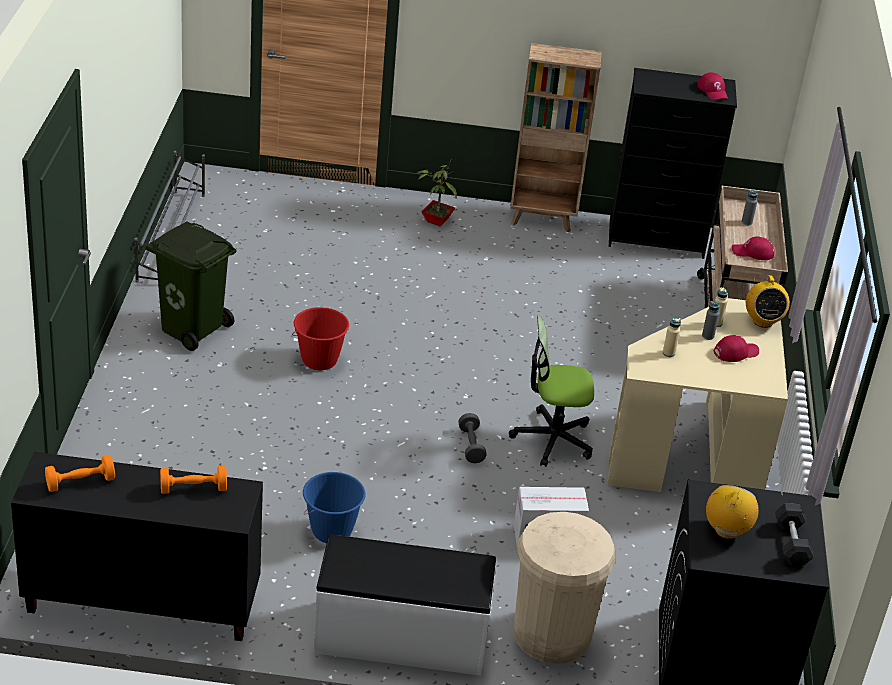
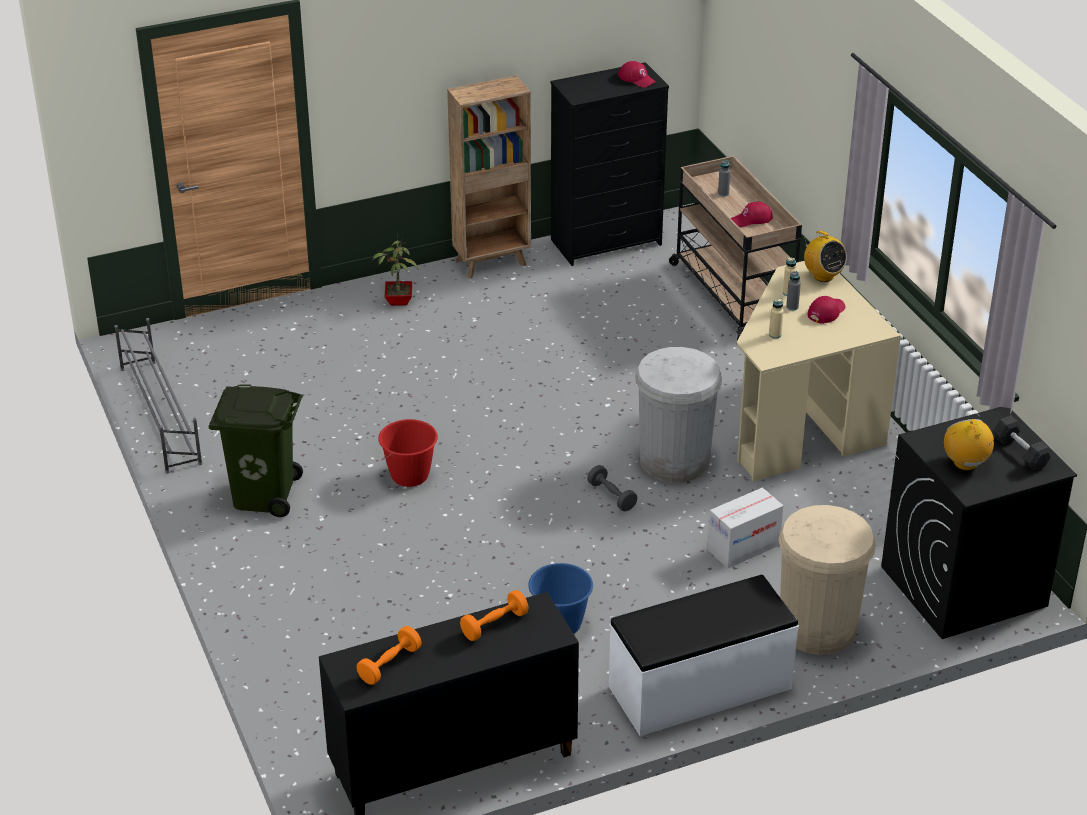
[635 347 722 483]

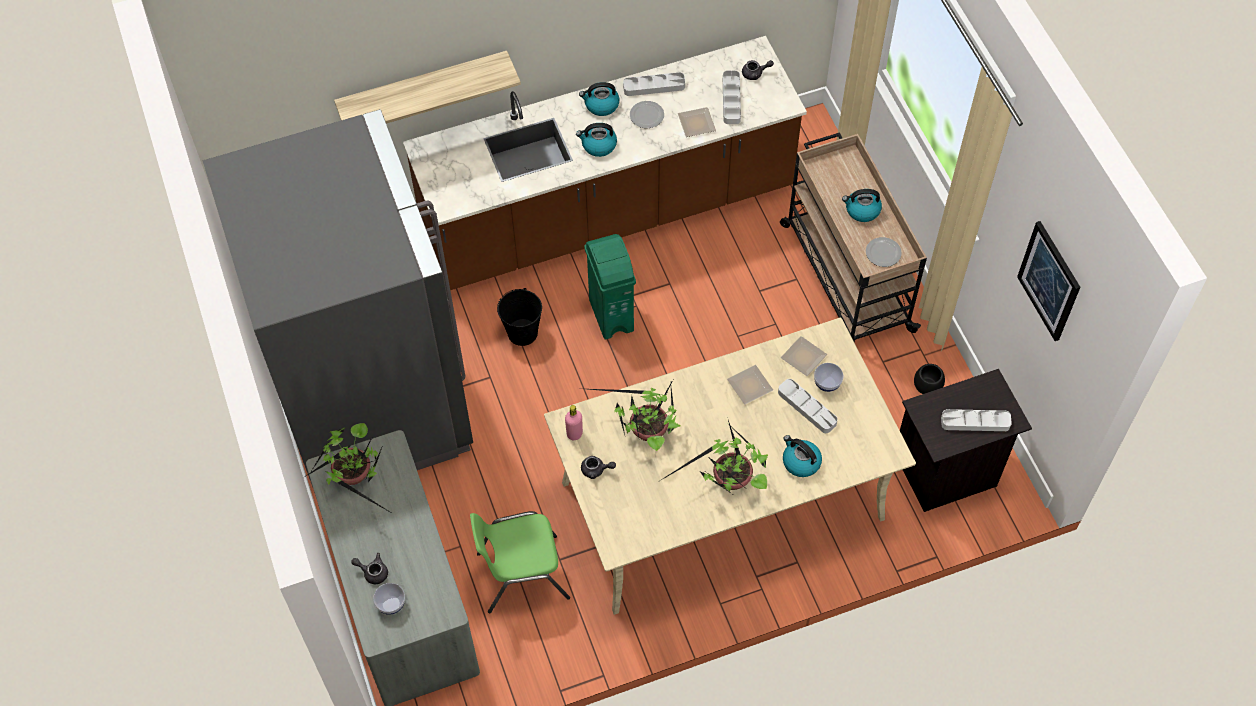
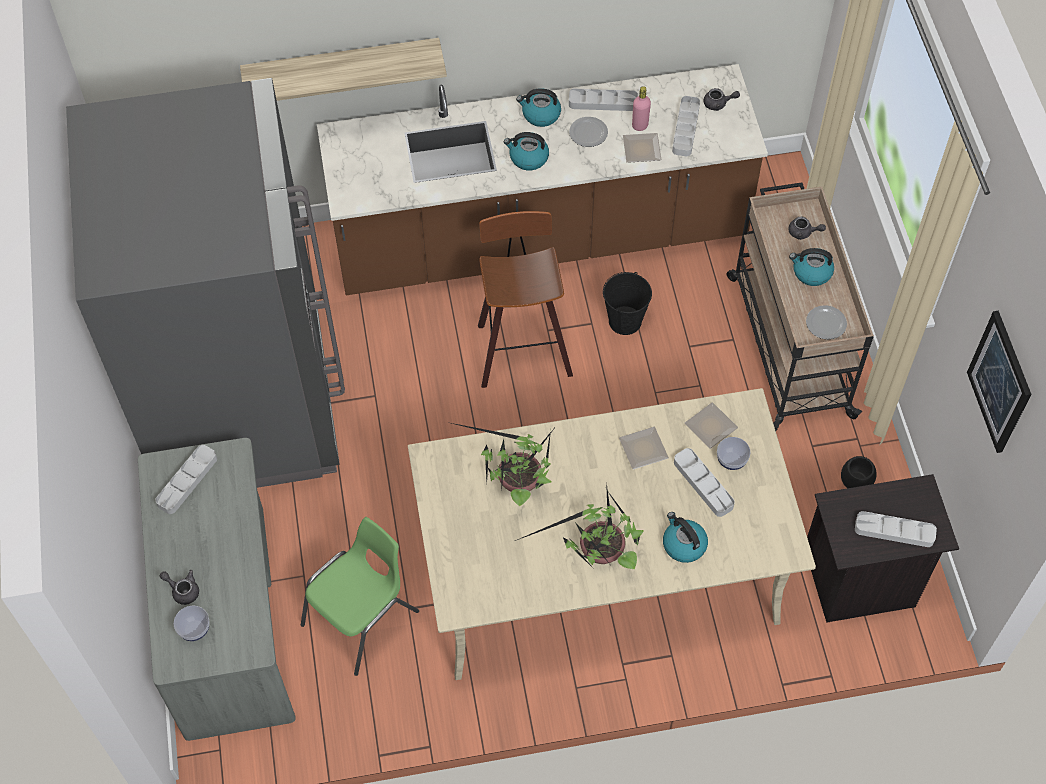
[603 272 652 335]
[632 86 651 131]
[788 217 826 240]
[155 445 217 514]
[478 211 573 388]
[301 517 419 676]

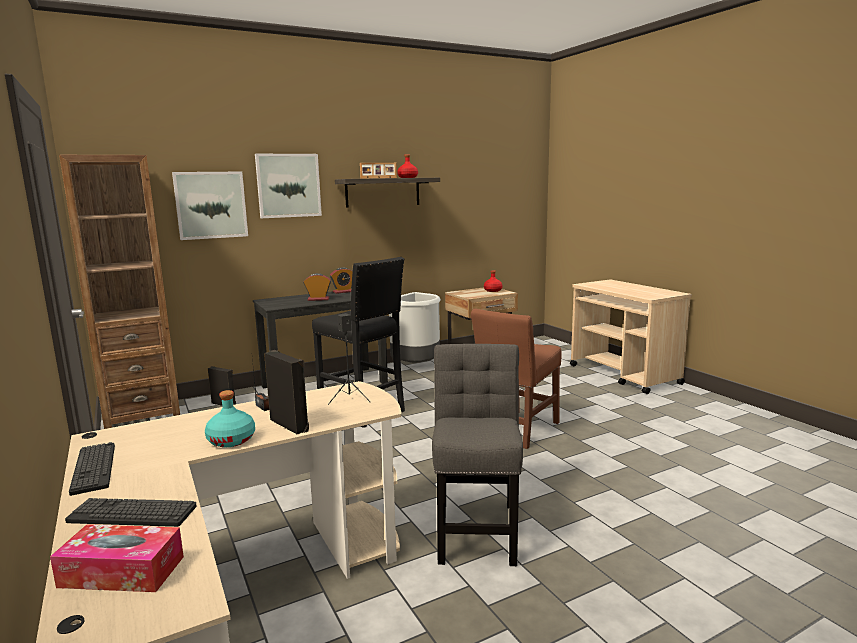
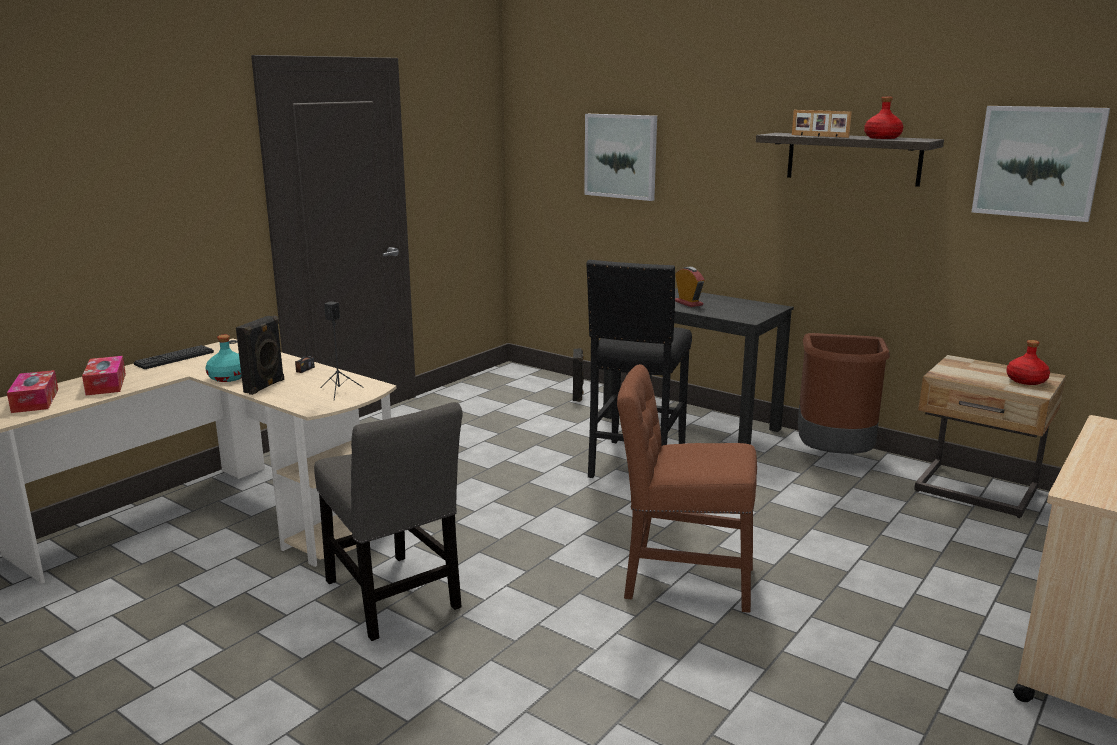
[59 155 180 429] (first image)
[330 267 353 294] (first image)
[972 106 1110 222]
[82 356 126 395]
[798 333 890 454]
[314 402 463 641]

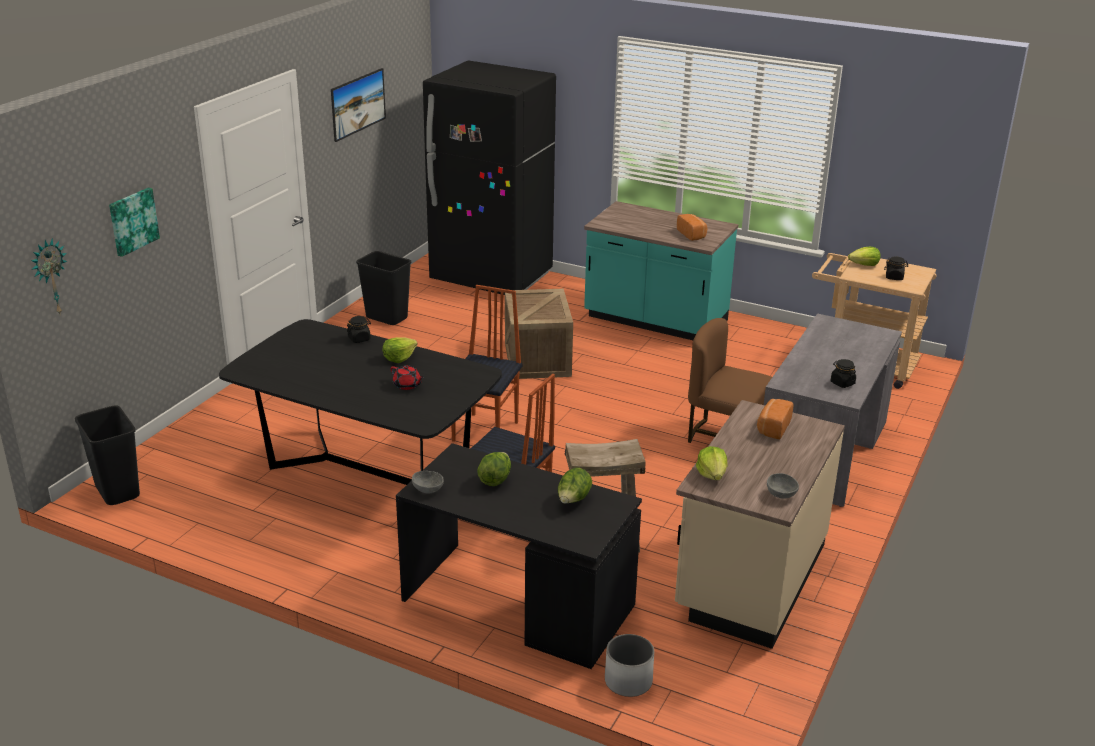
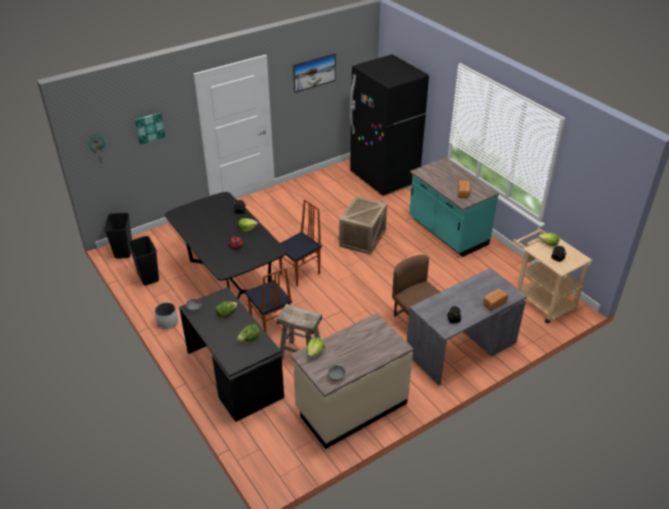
[128 236 159 285]
[155 302 178 329]
[483 289 508 311]

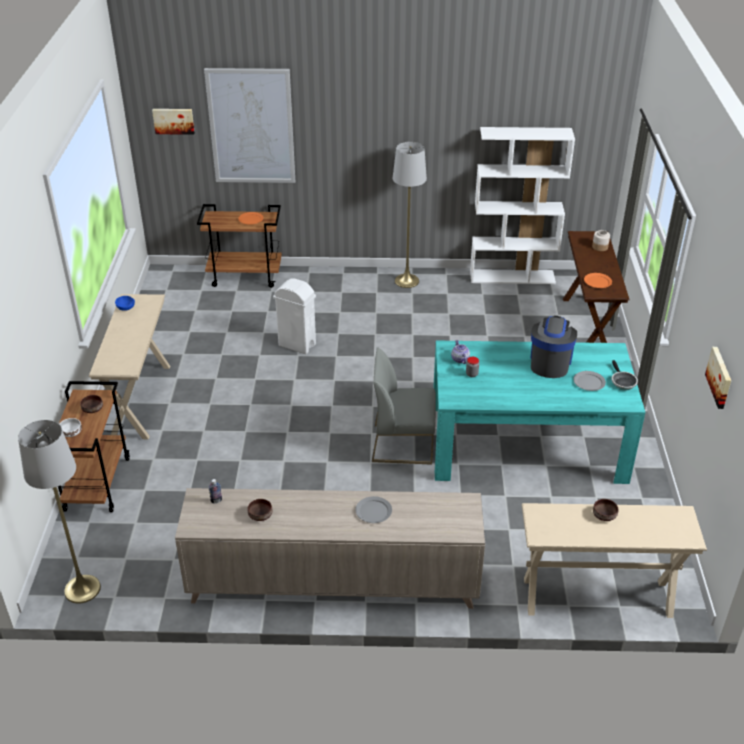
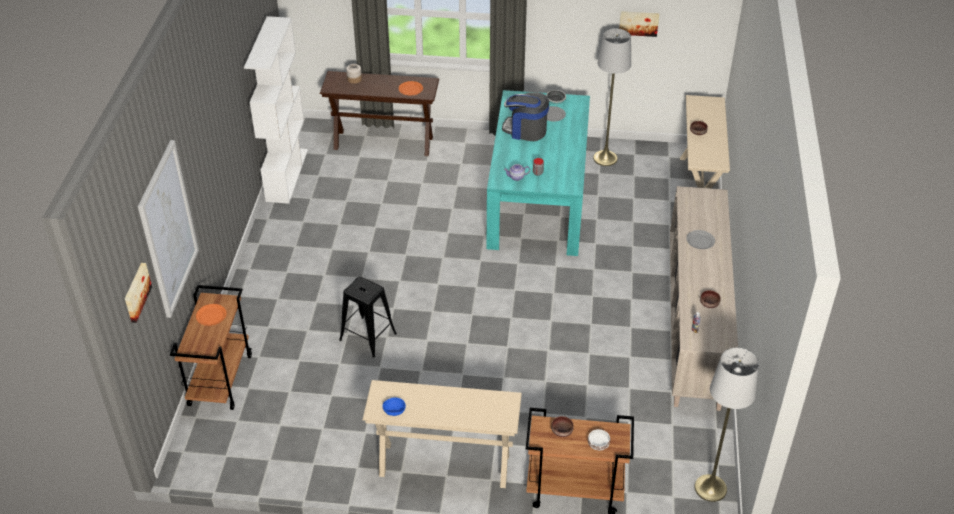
[372 347 436 465] (first image)
[593 28 631 166]
[339 276 397 358]

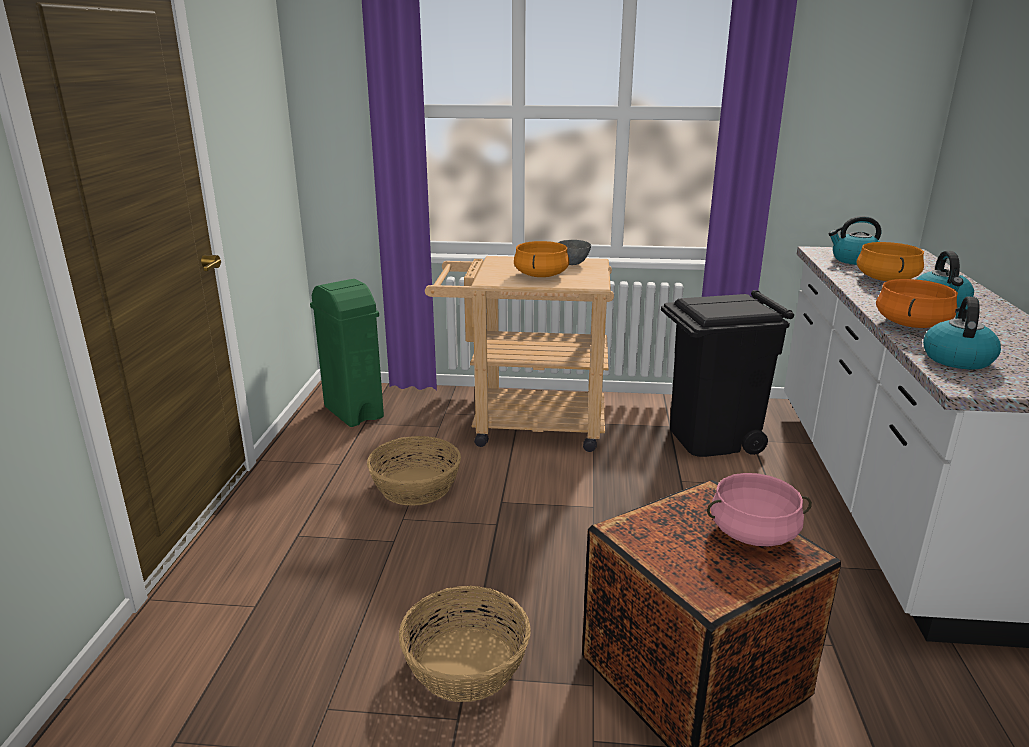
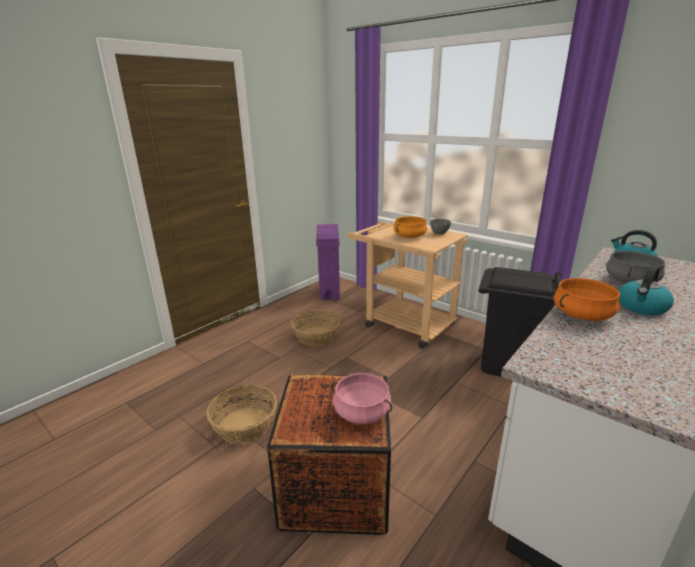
[923 296 1001 369] (first image)
[316 224 340 300]
[606 251 665 283]

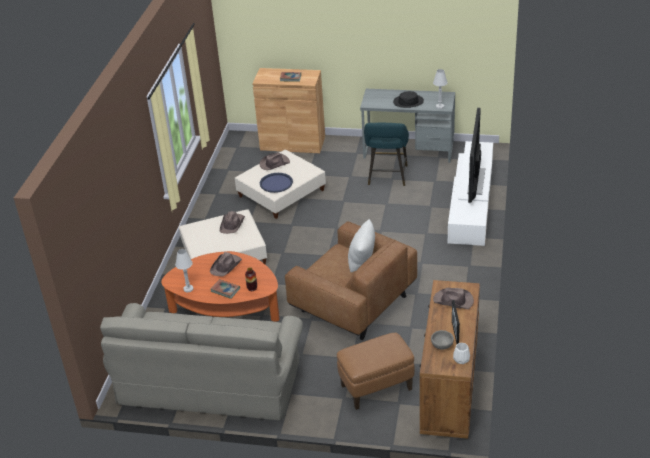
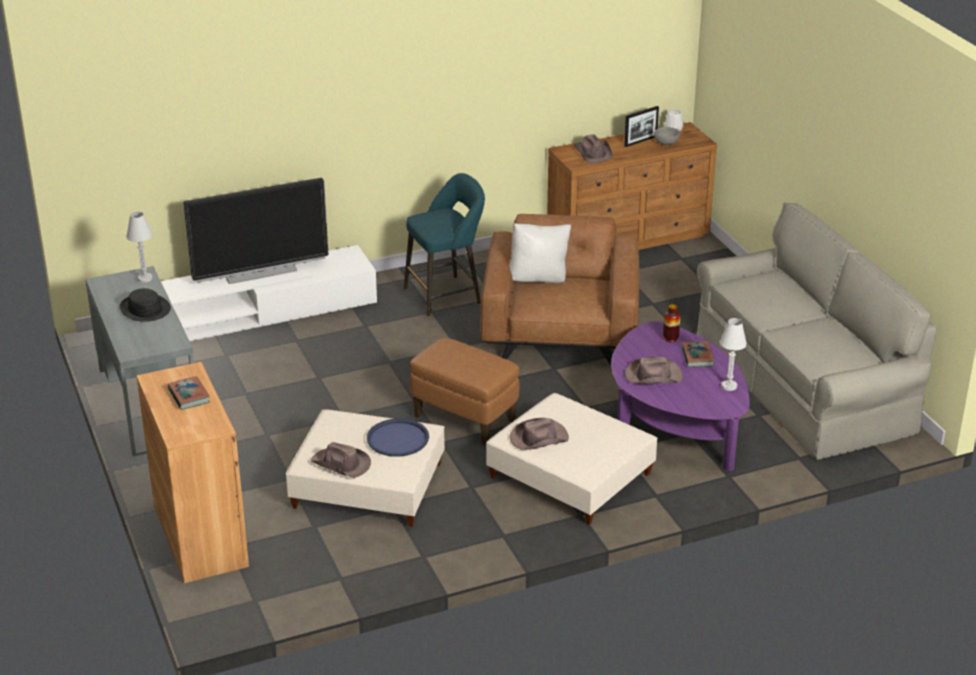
[410 338 519 446]
[404 173 485 317]
[611 321 750 471]

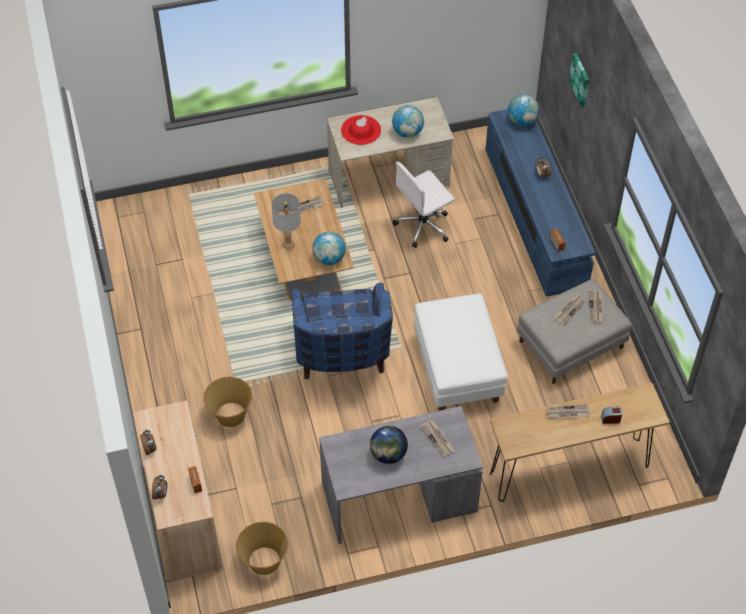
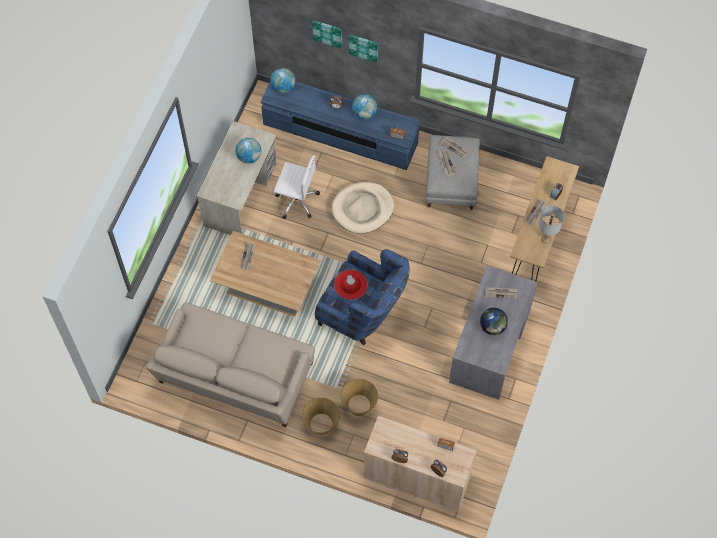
[414 293 508 411] (first image)
[146 302 315 427]
[332 182 394 234]
[349 35 378 63]
[302 398 340 435]
[539 205 564 244]
[352 94 377 119]
[334 270 368 300]
[274 155 320 219]

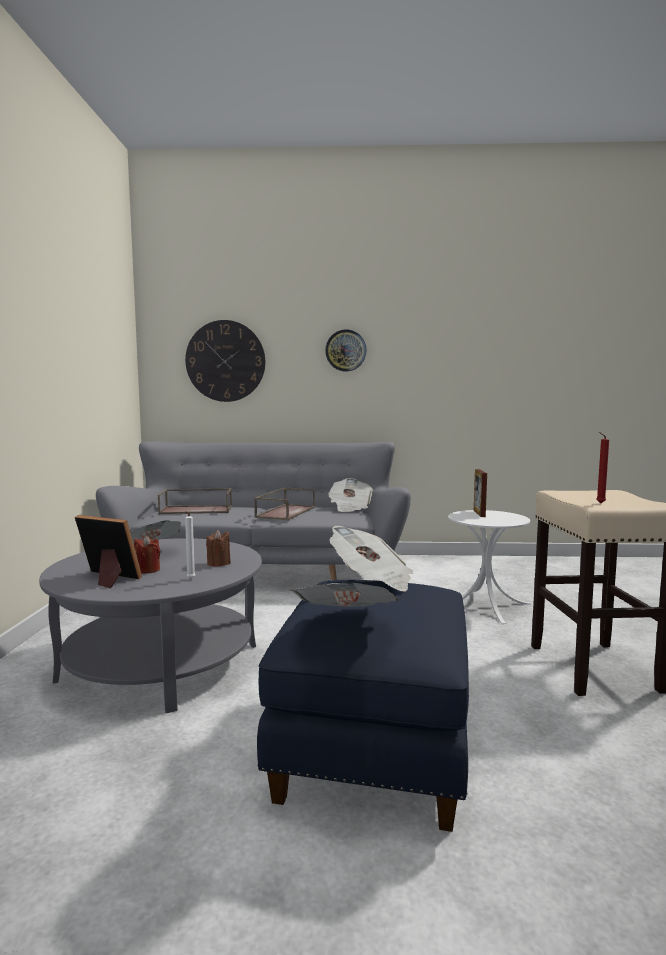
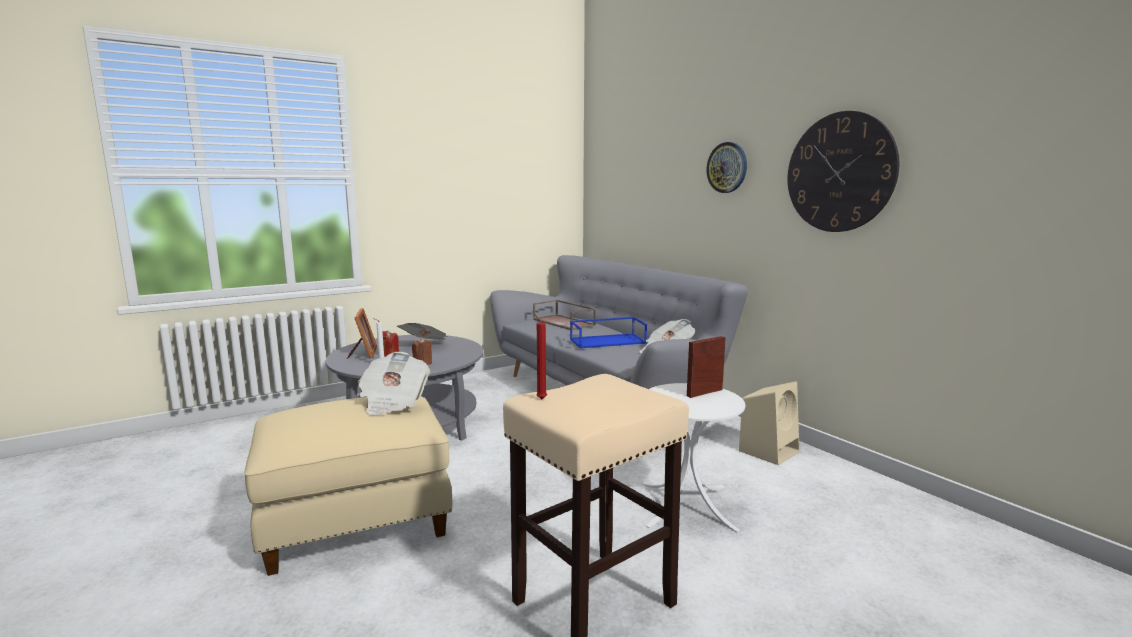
[290 583 398 607] (first image)
[739 381 800 465]
[788 111 899 232]
[570 317 647 348]
[245 397 452 576]

